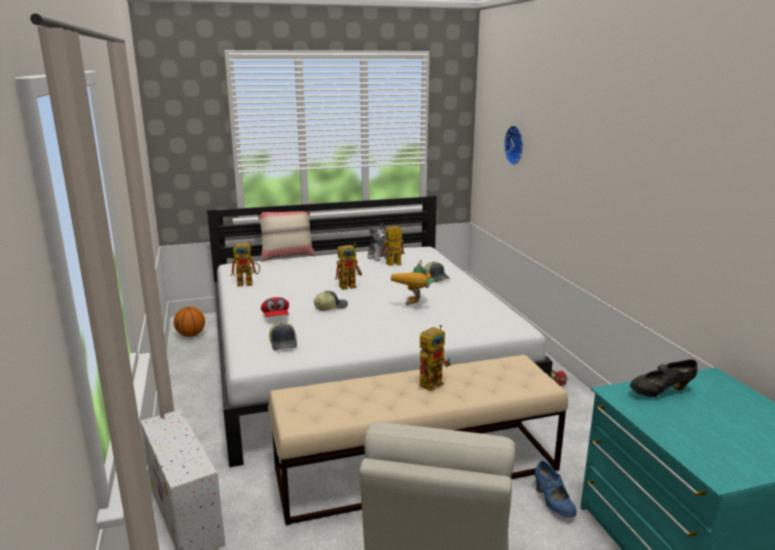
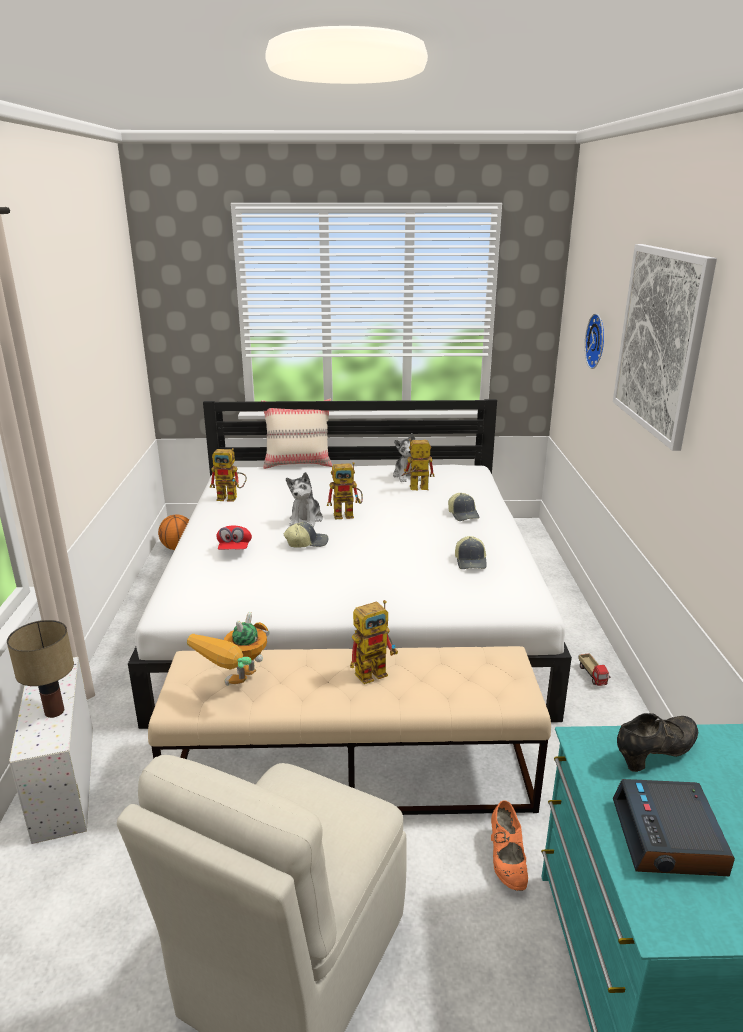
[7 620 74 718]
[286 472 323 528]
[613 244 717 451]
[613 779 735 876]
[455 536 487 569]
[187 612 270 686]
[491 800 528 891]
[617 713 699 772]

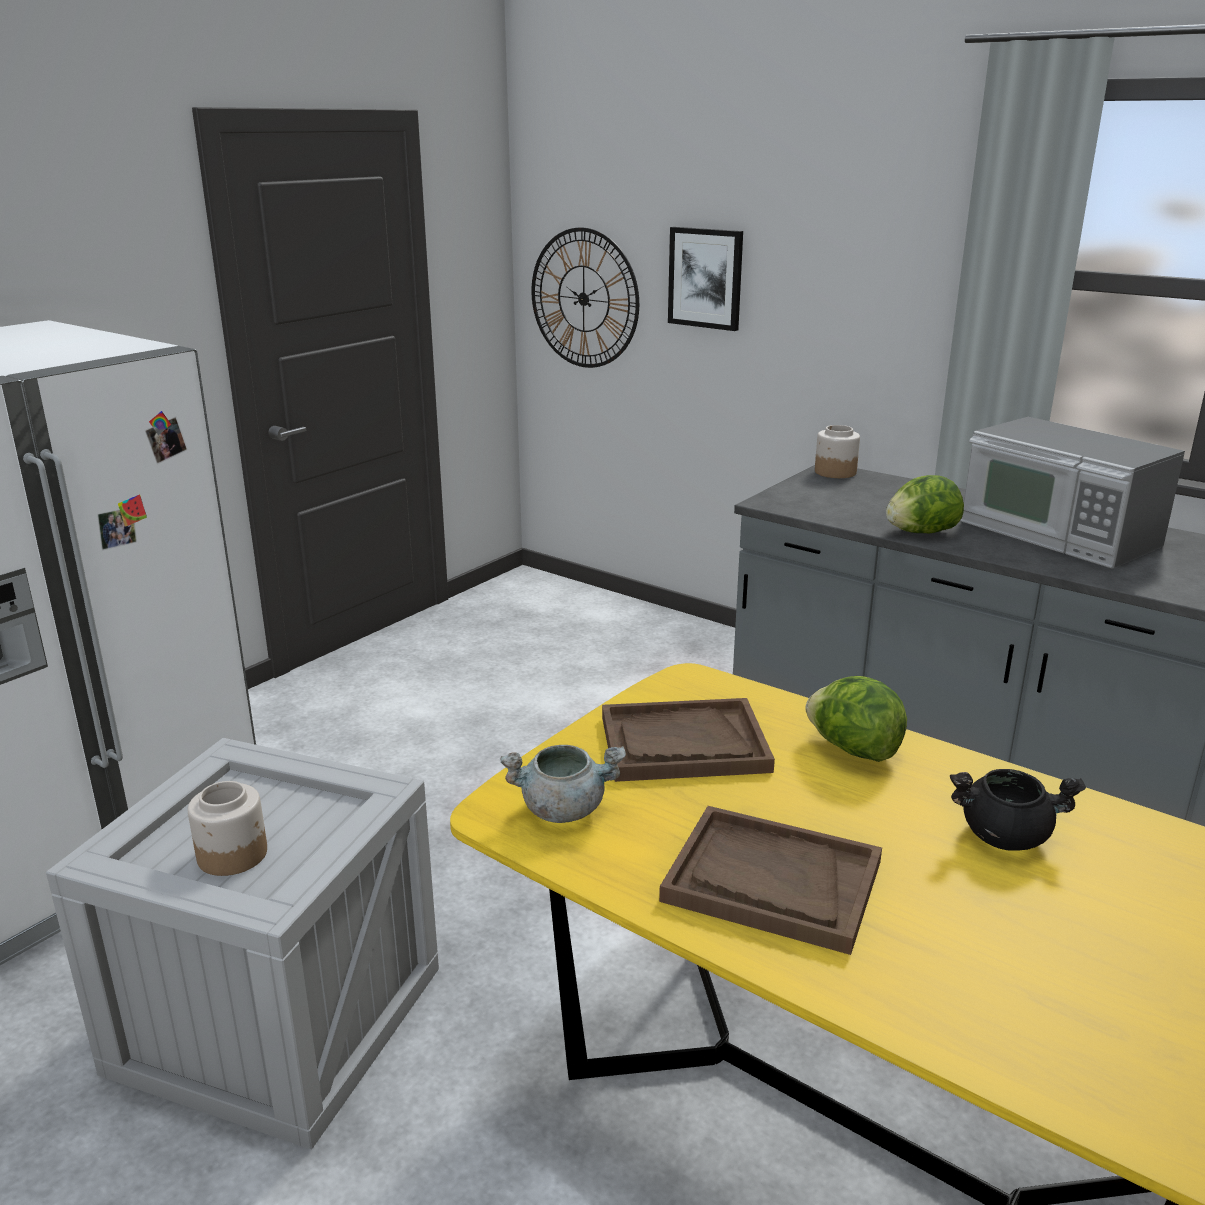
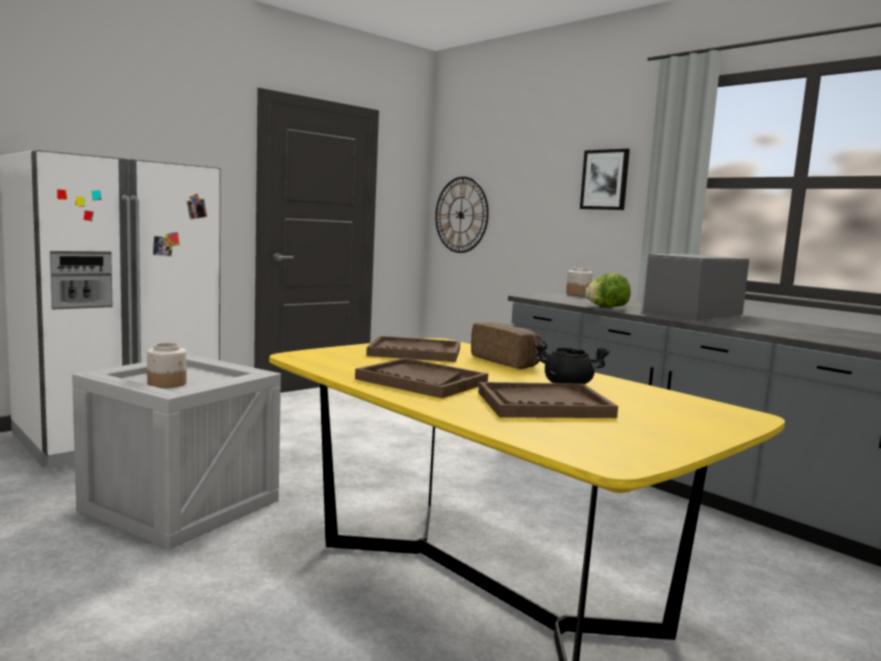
[501 745 626 823] (first image)
[478 382 618 418]
[580 149 630 210]
[471 322 543 369]
[640 254 749 321]

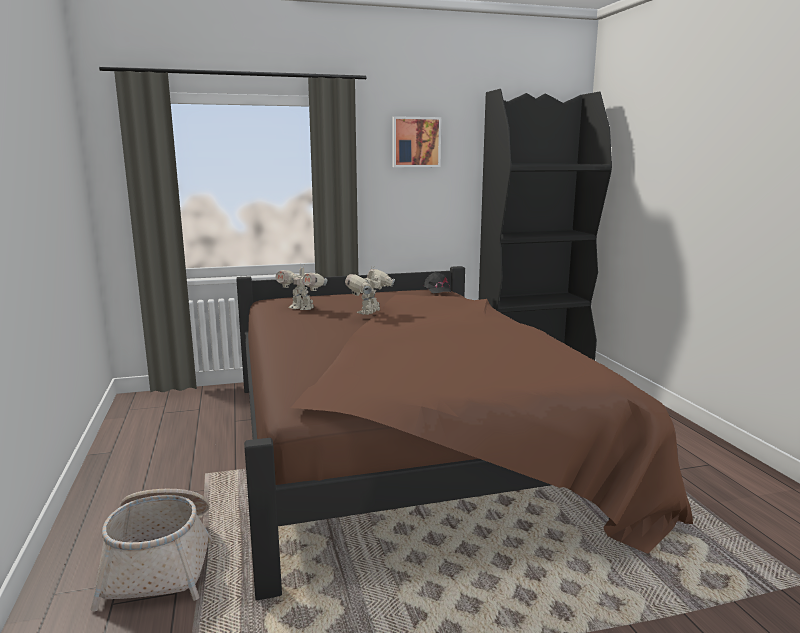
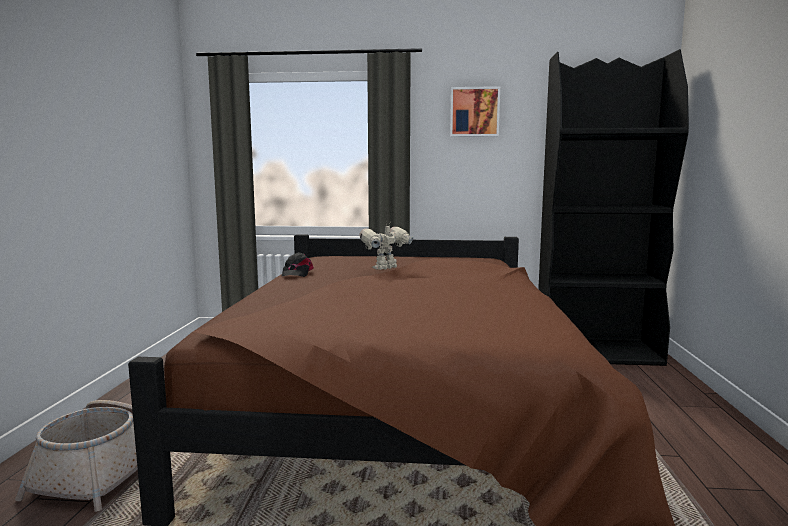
[276 263 327 310] (first image)
[282 252 314 277]

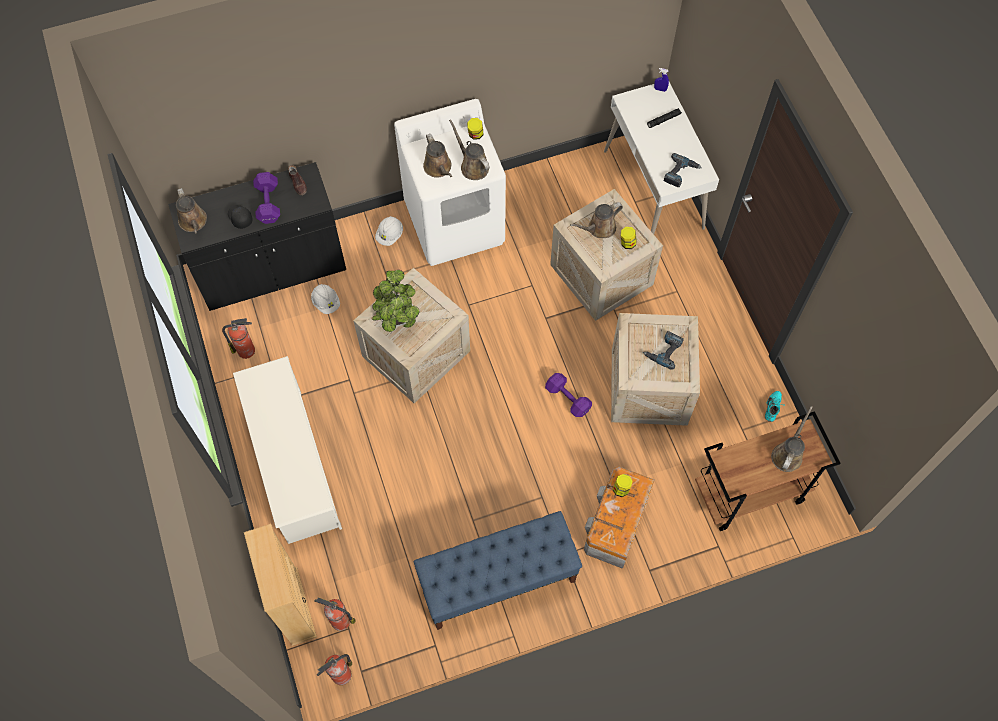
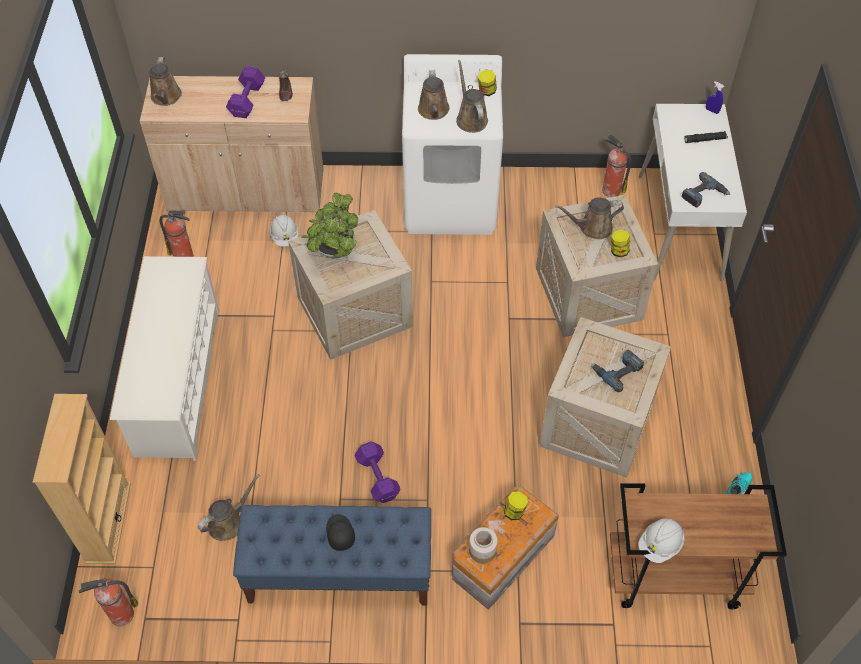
[469 527 498 563]
[326 514 355 551]
[602 134 631 197]
[638 519 685 563]
[355 442 401 503]
[198 474 260 541]
[140 76 324 212]

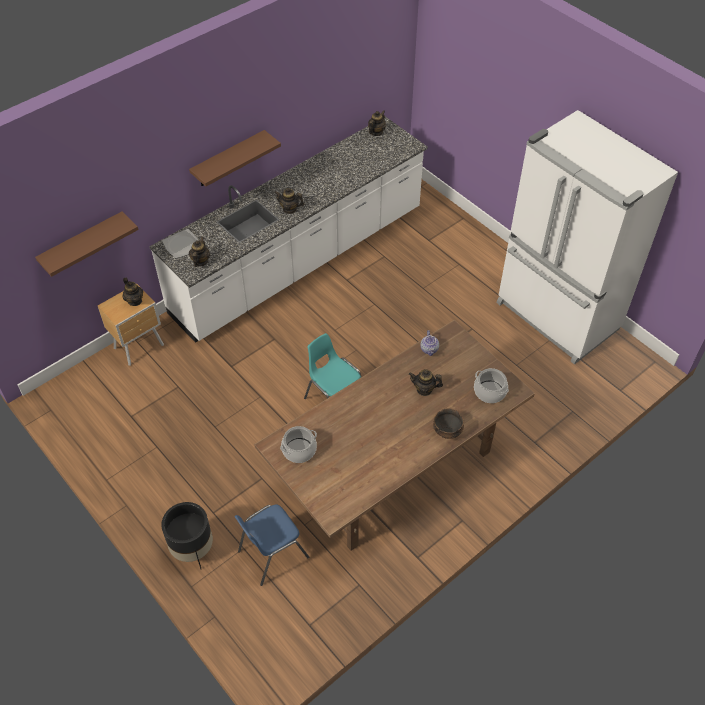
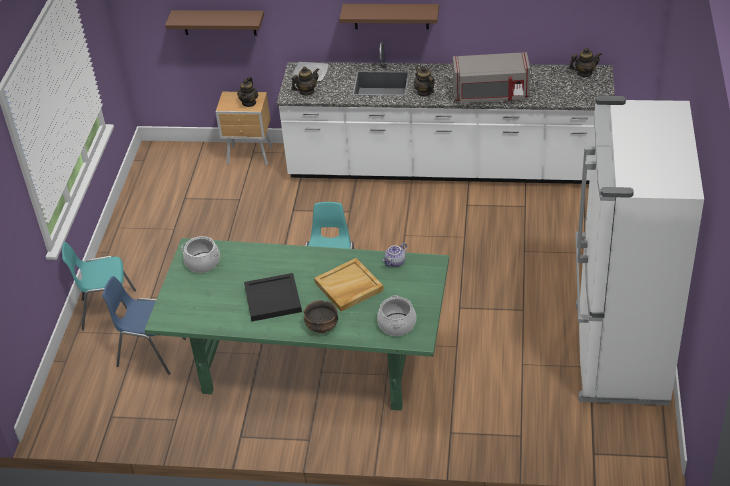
[244 273 302 321]
[453 52 530 104]
[62 242 136 330]
[314 258 384 312]
[144 238 449 411]

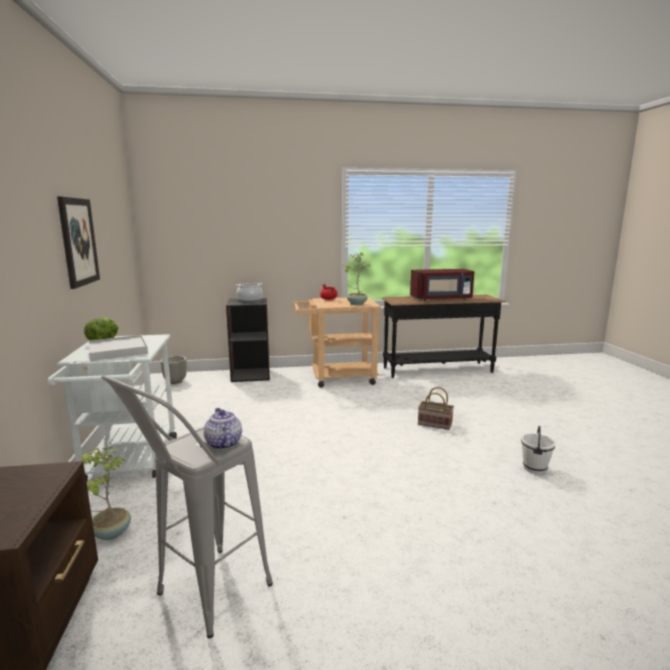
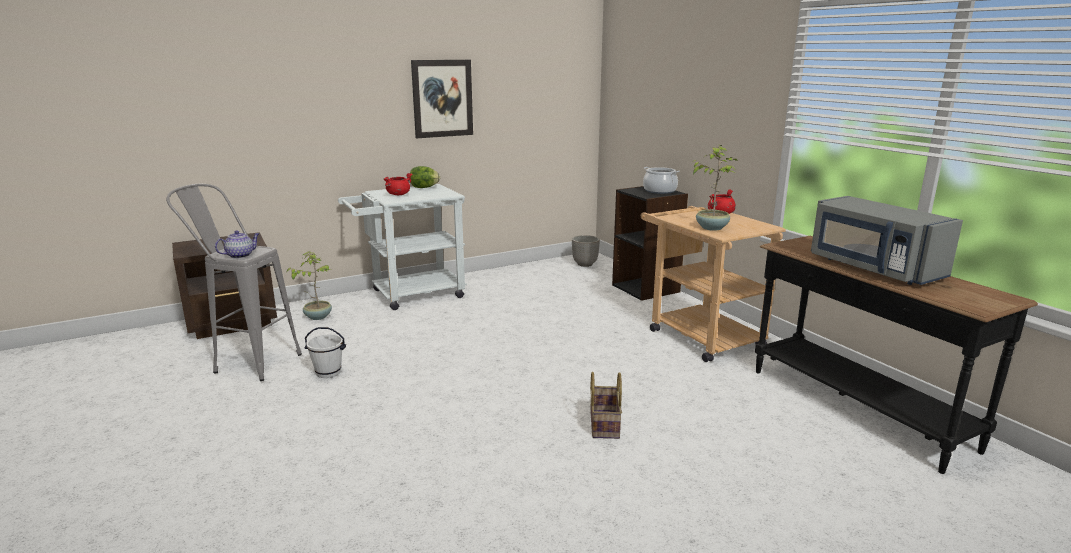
[305 327 346 378]
[384 173 412 195]
[811 196 963 285]

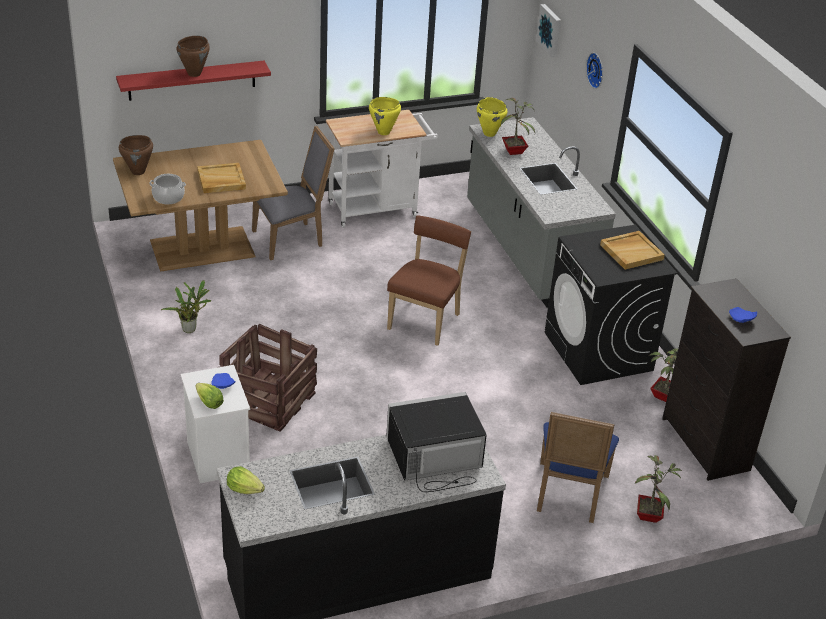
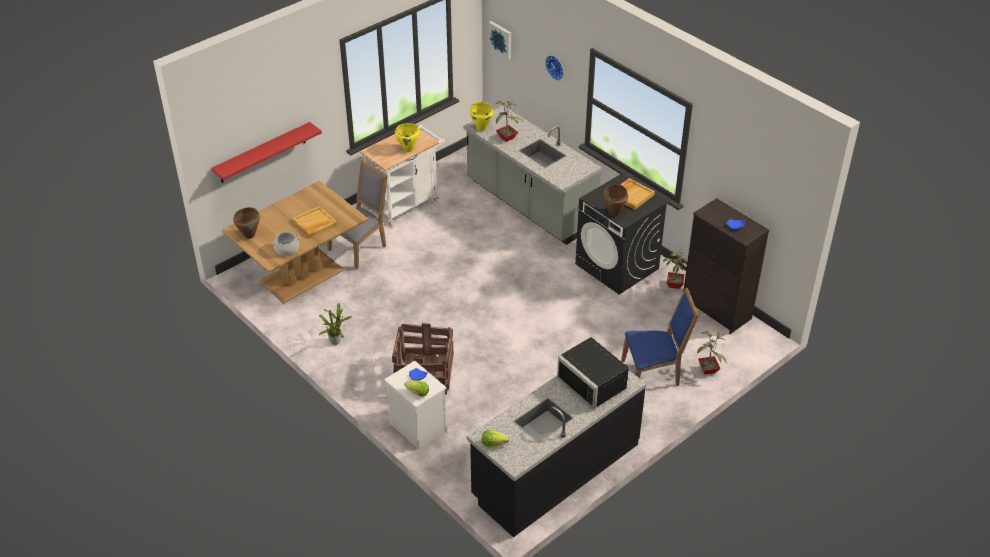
[387 215 471 346] (first image)
[603 184 628 216]
[557 337 629 409]
[621 287 699 386]

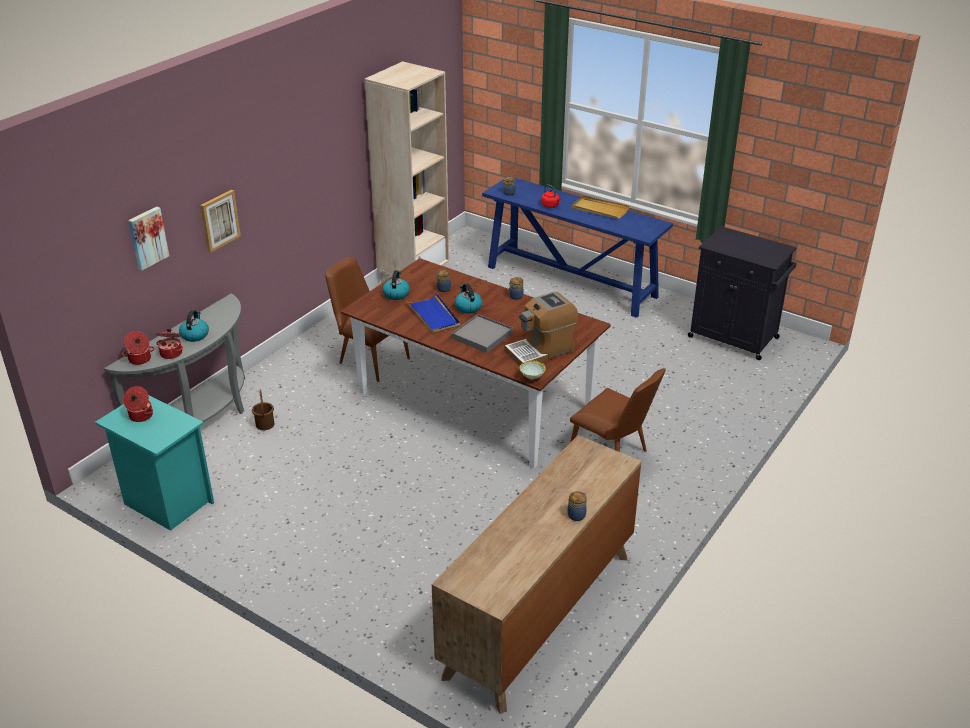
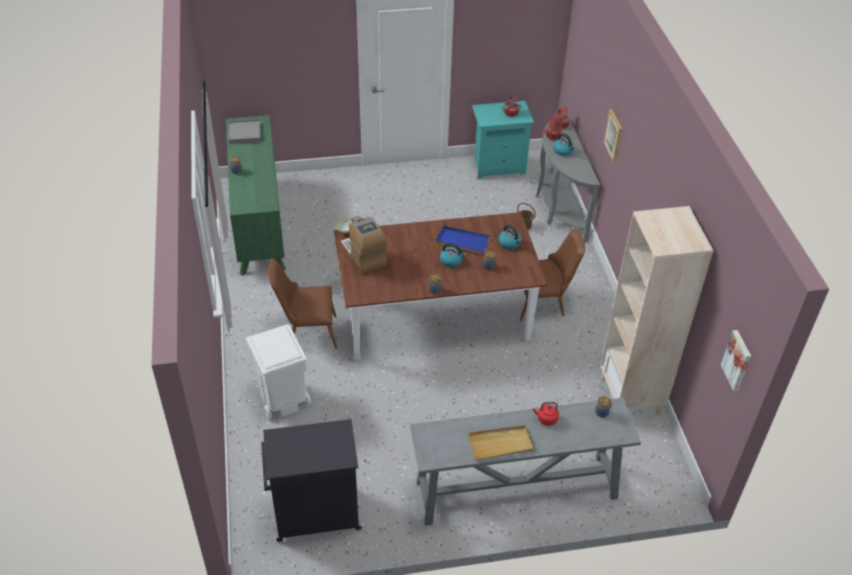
[246 324 311 419]
[721 330 751 391]
[229 119 261 144]
[226 115 286 276]
[410 398 641 526]
[341 216 387 274]

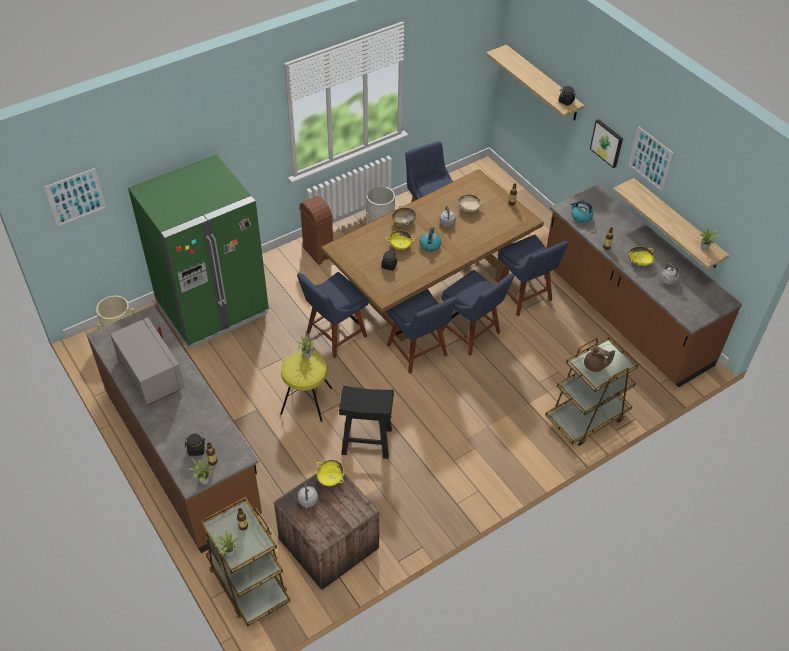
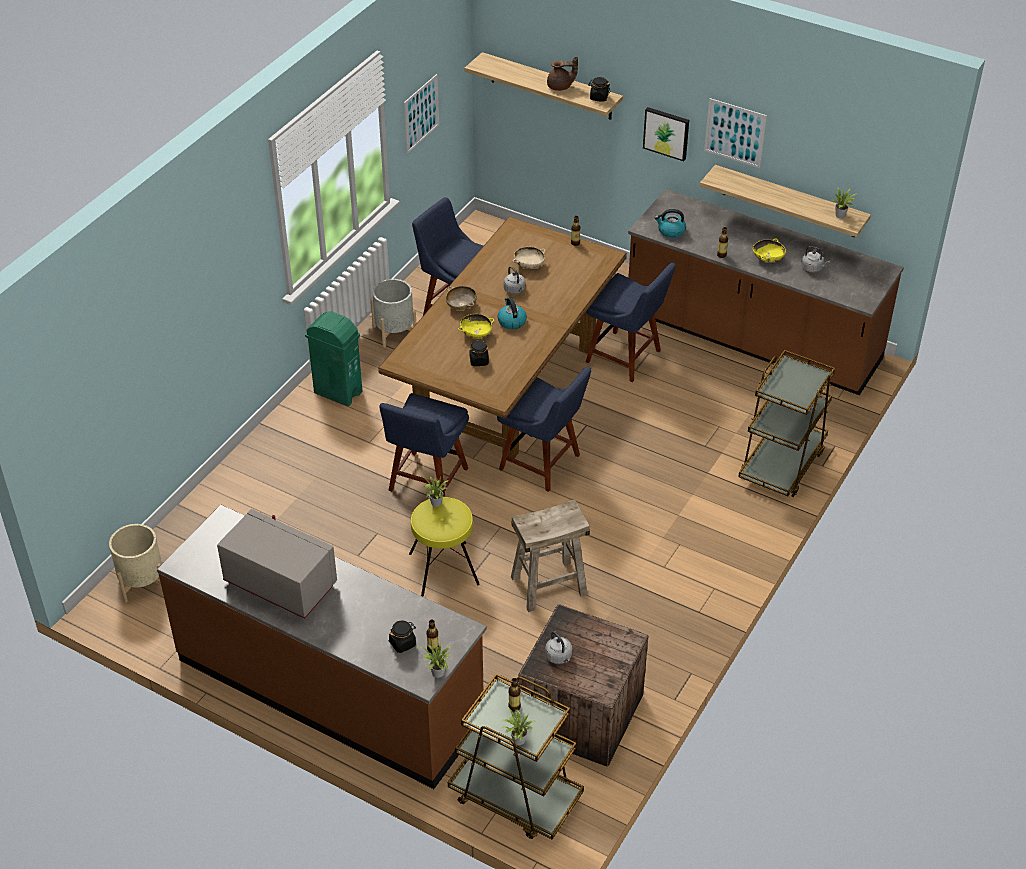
[128 154 269 350] (first image)
[316 460 344 486] (first image)
[441 270 514 356] (first image)
[404 74 439 154]
[547 57 578 91]
[305 311 362 406]
[511 499 590 612]

